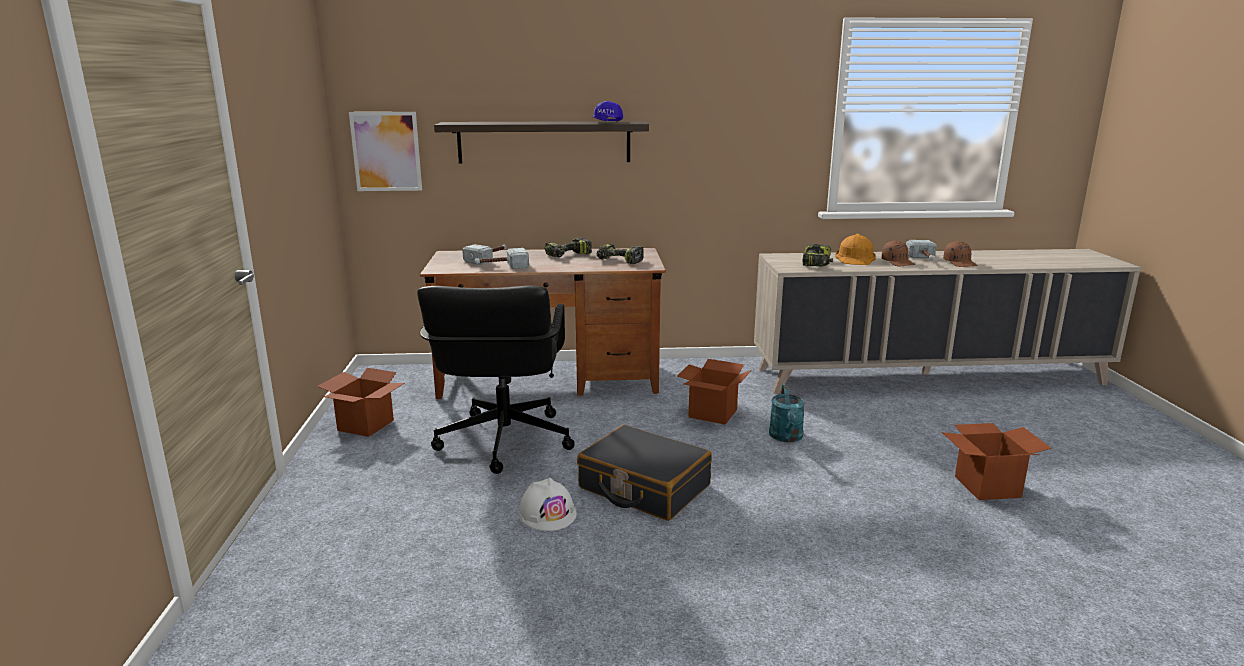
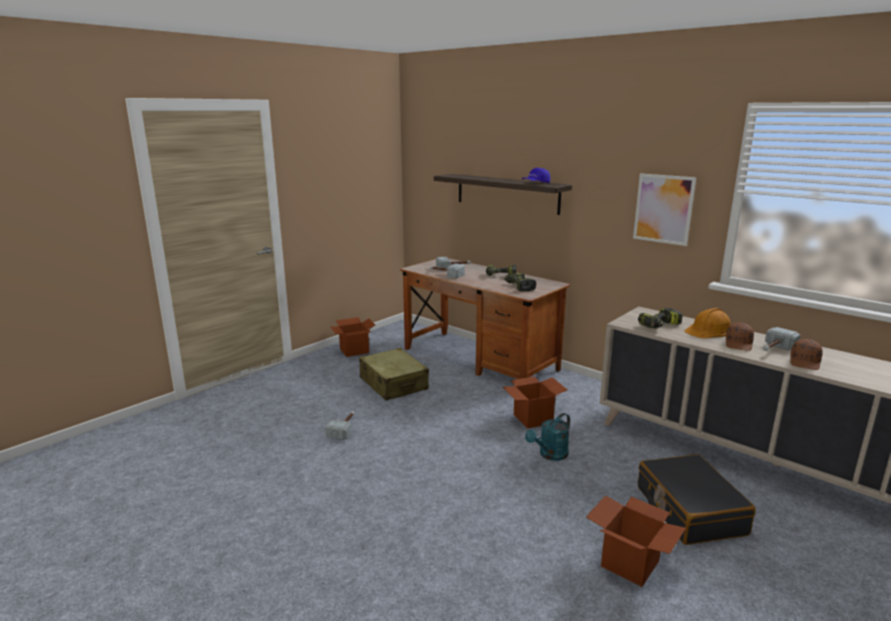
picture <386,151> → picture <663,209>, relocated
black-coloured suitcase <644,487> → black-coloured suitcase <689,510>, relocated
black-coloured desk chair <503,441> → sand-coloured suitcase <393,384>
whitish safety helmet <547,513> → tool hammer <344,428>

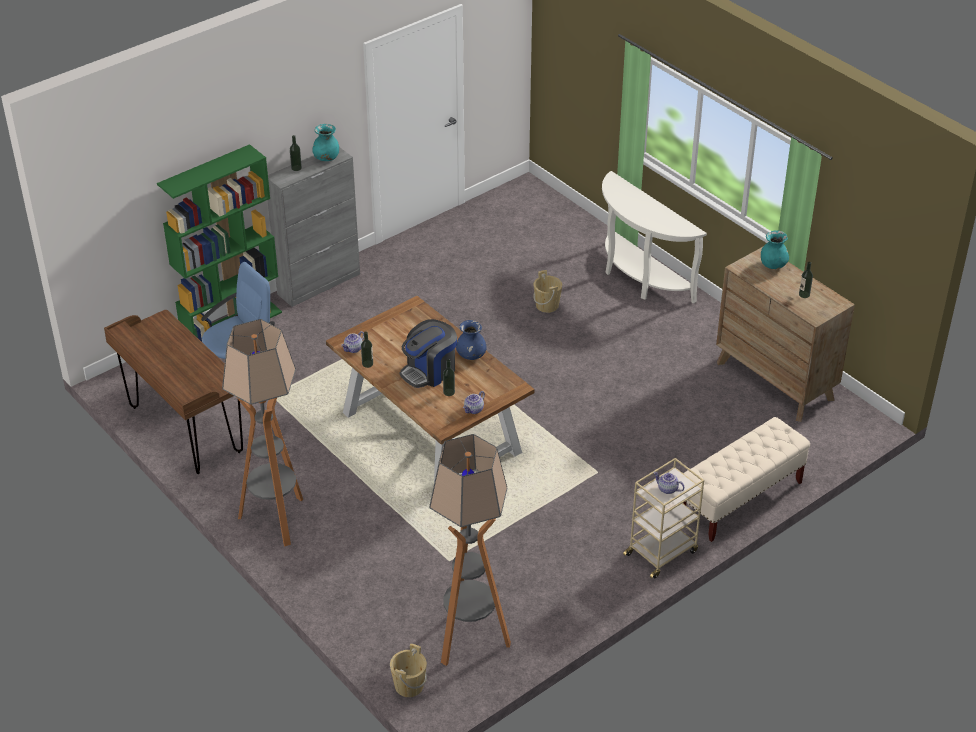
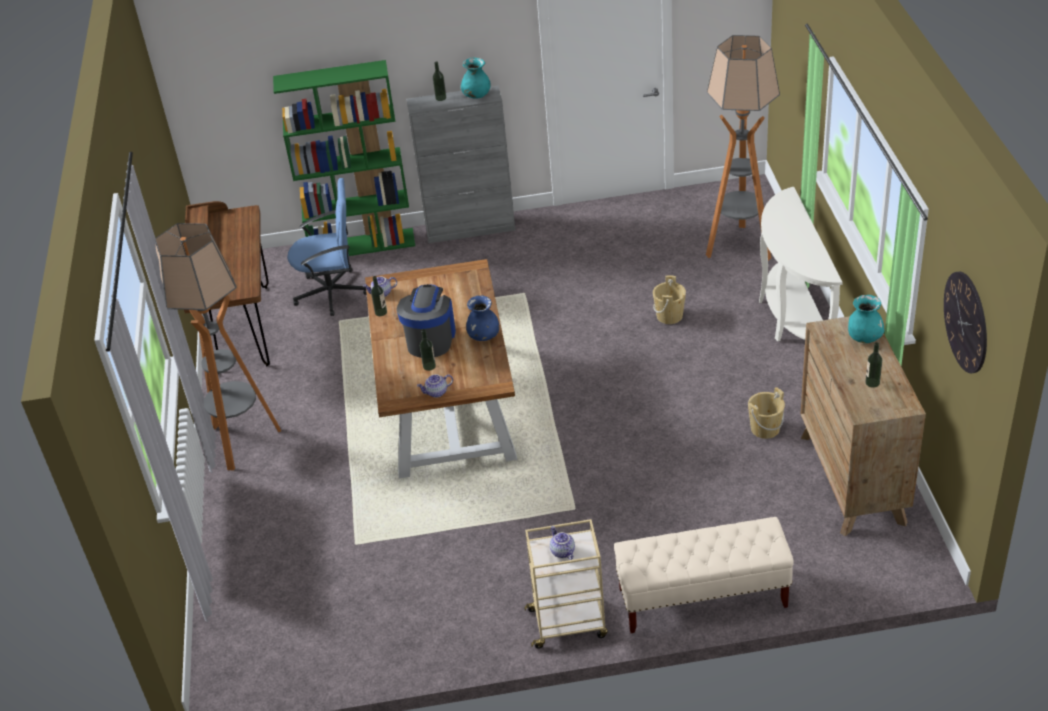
- → hanging clock <966,322>
sand-coloured bucket <409,685> → sand-coloured bucket <765,428>, relocated
floor lamp <470,639> → floor lamp <739,247>, relocated
coffee maker <429,371> → coffee maker <430,339>, 105 degrees clockwise

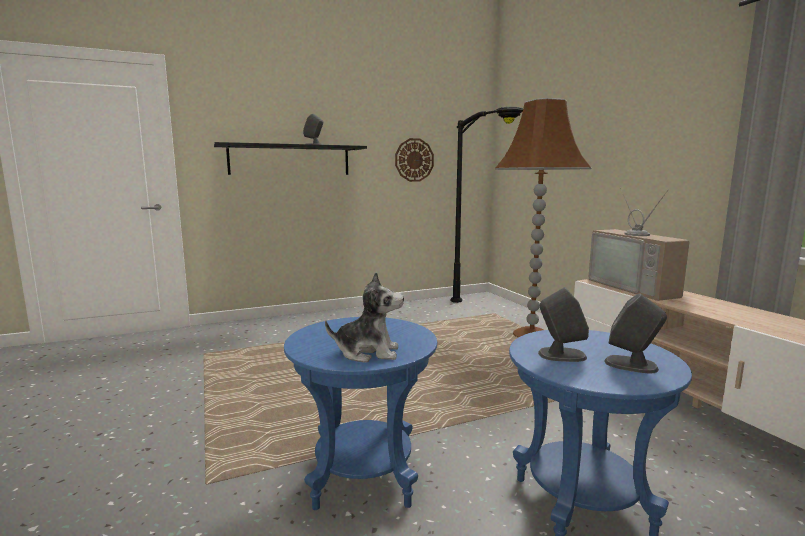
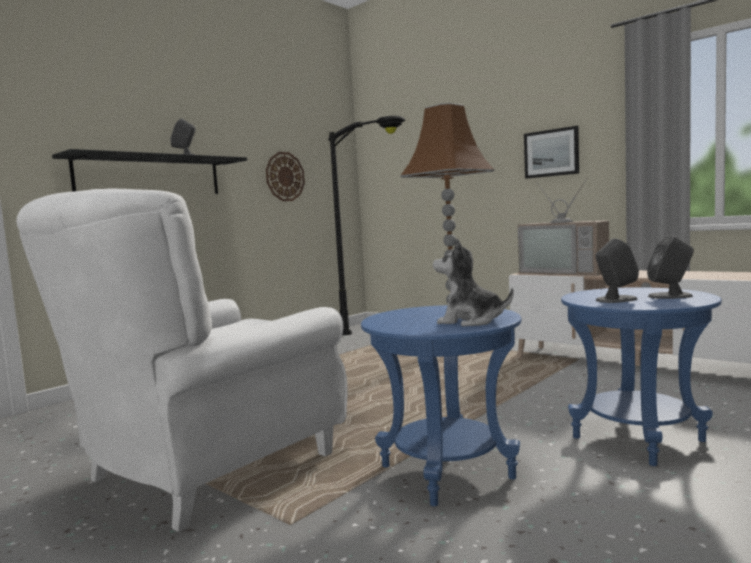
- → whitish easy chair <203,471>
- → picture <551,153>
plush toy <368,352> → plush toy <470,321>, 135 degrees counterclockwise

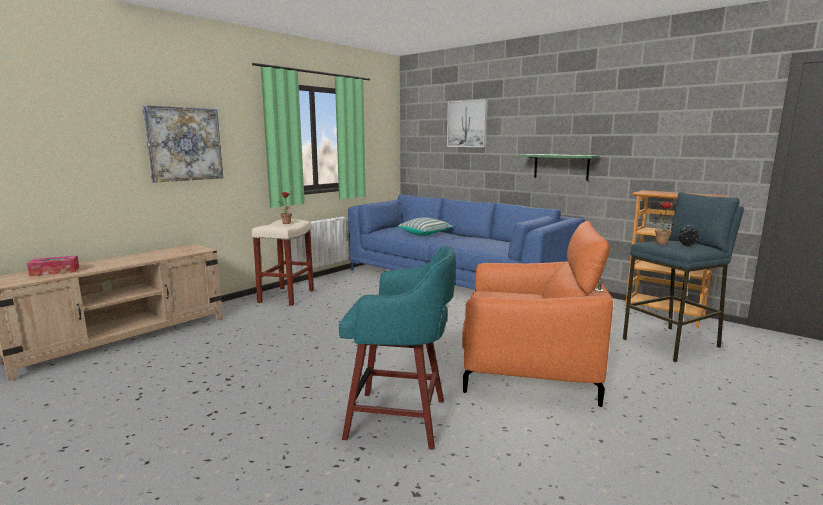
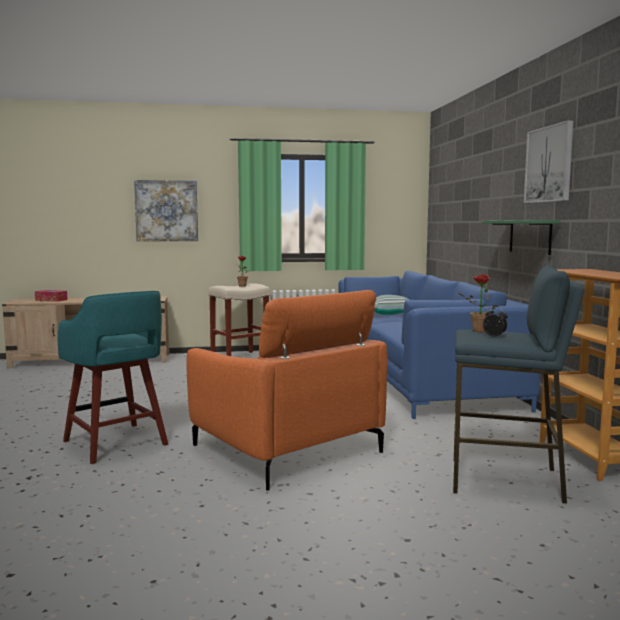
picture <467,124> → picture <549,164>, relocated

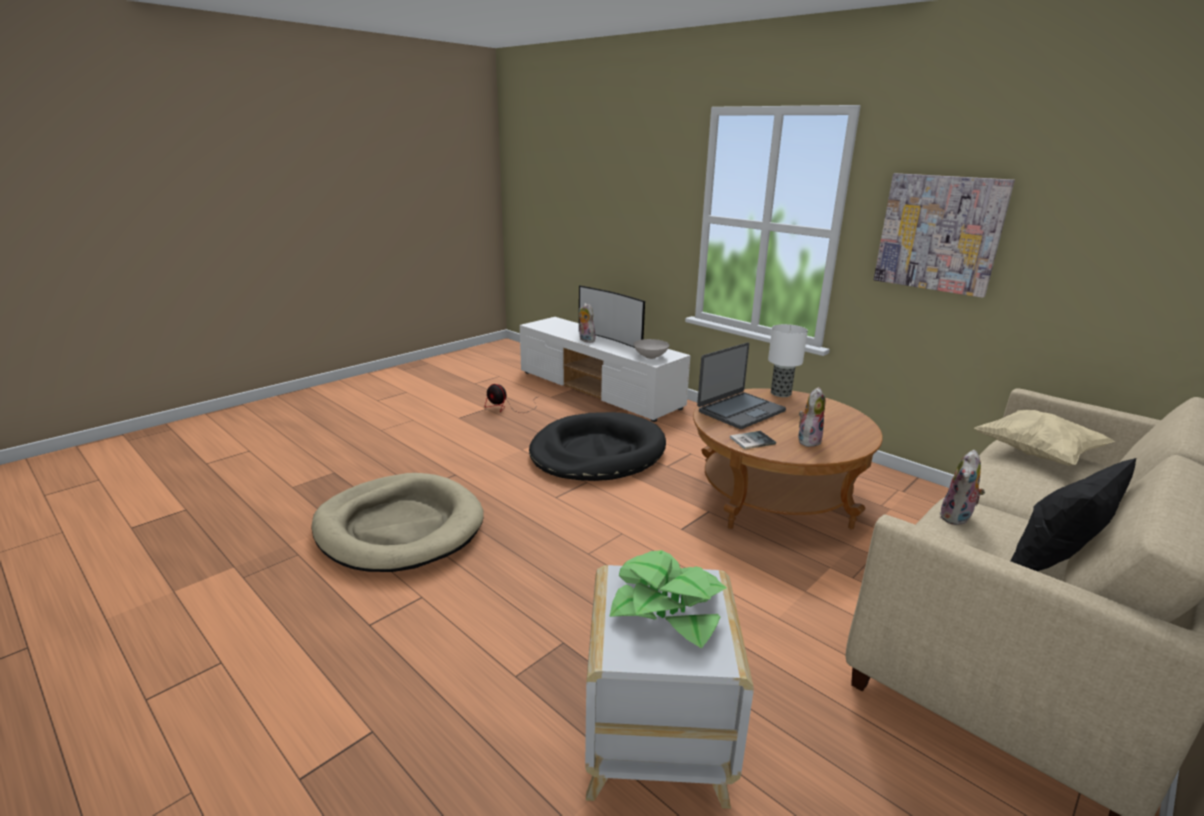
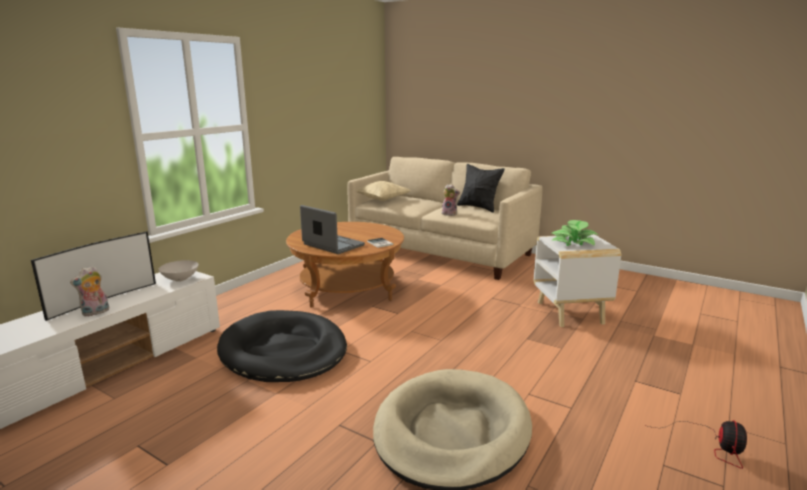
lamp for a table <781,393> → -
plush toy <808,440> → -
picture <939,233> → -
cooling fan <508,407> → cooling fan <712,446>, relocated

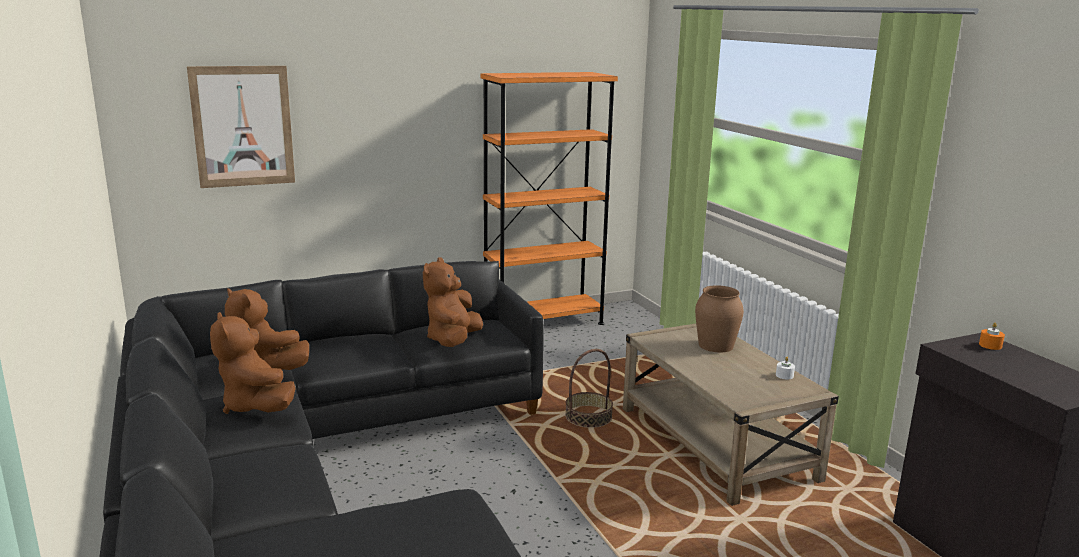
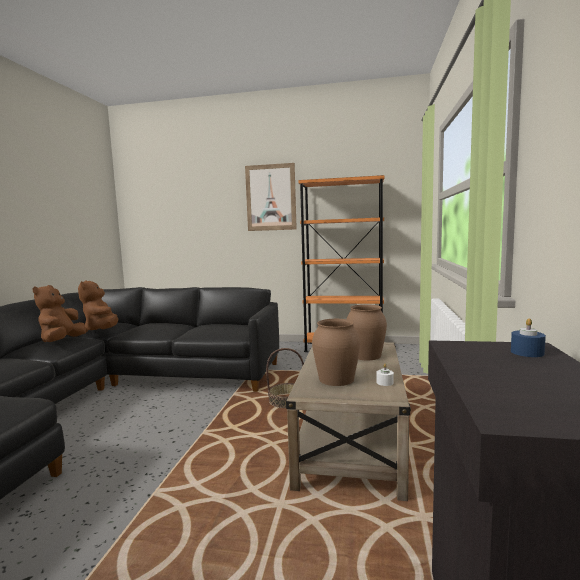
brownish plush toy <453,340> → -
- → brownish decorative vase <336,379>
picture <243,126> → picture <271,197>, relocated
orange-coloured candle <990,345> → blue-coloured candle <527,352>

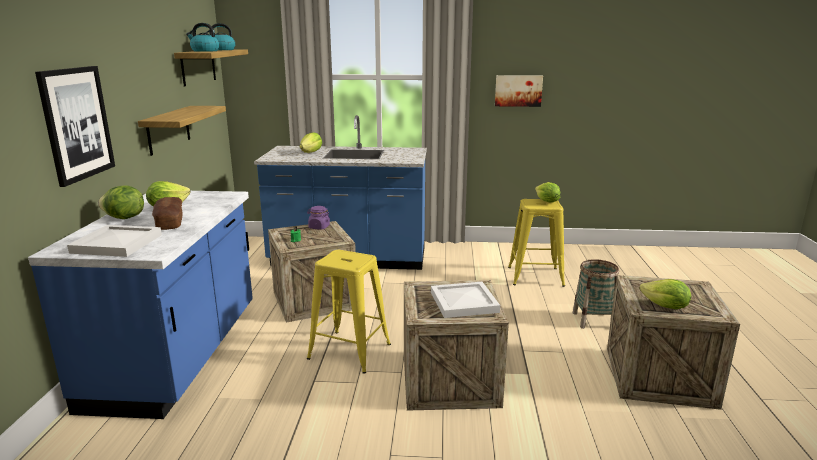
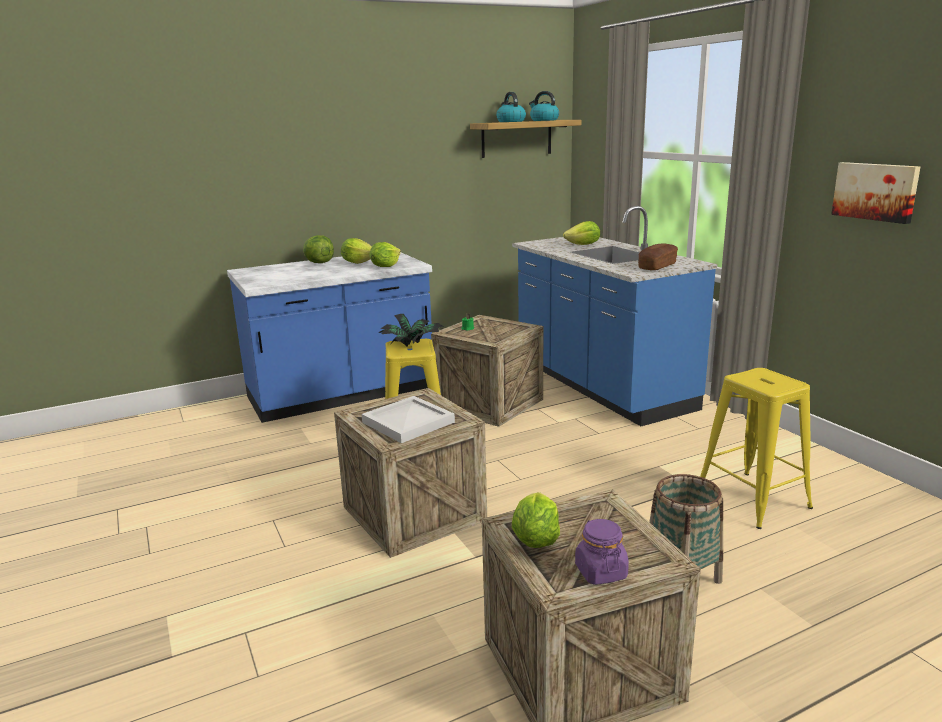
picture <76,123> → -
whitish serving tray <118,243> → -
shelf <168,129> → -
- → potted plant <412,345>
bread <170,222> → bread <657,266>, relocated
purplish storage jar <319,227> → purplish storage jar <600,572>, relocated
lettuce head <546,202> → lettuce head <385,266>, relocated

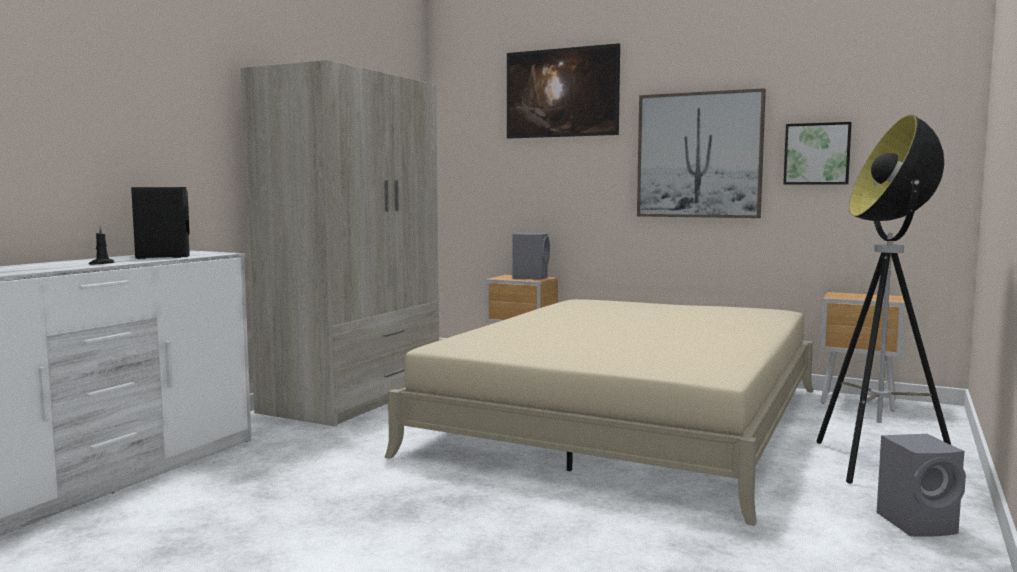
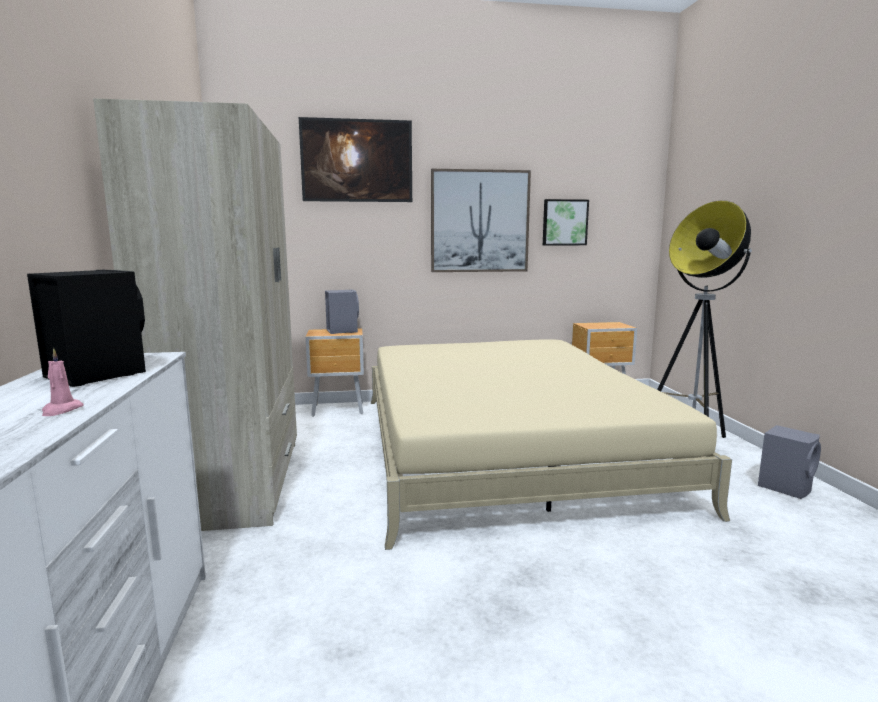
black-coloured candle <101,263> → pinkish candle <61,410>

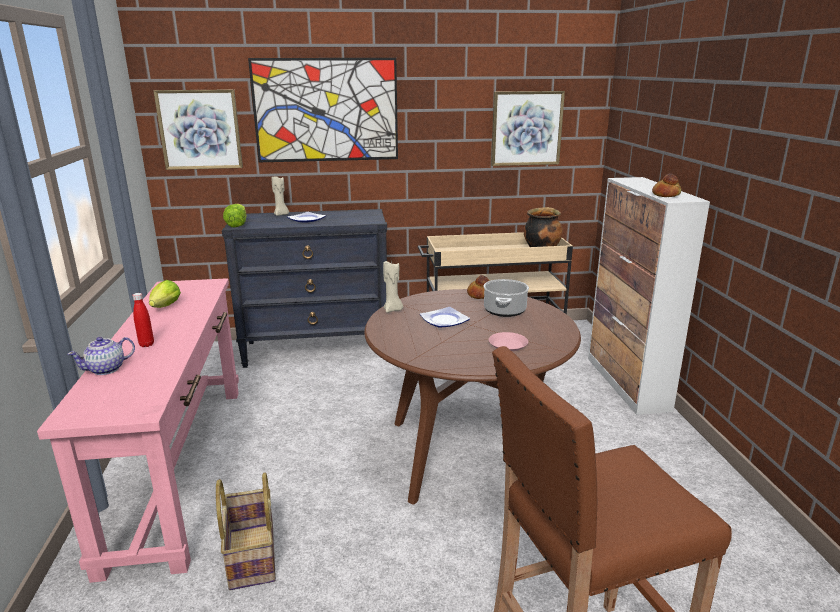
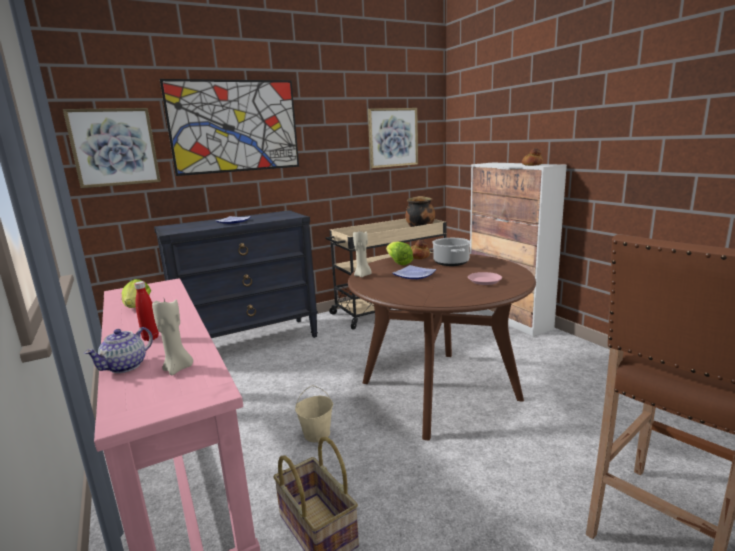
- → sand-coloured bucket <317,434>
lettuce head <237,224> → lettuce head <398,262>, relocated
sand-coloured candle <281,215> → sand-coloured candle <178,369>, relocated

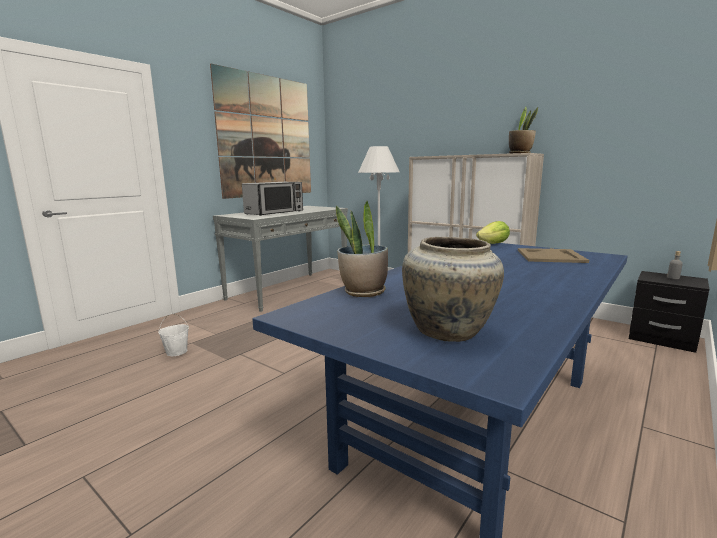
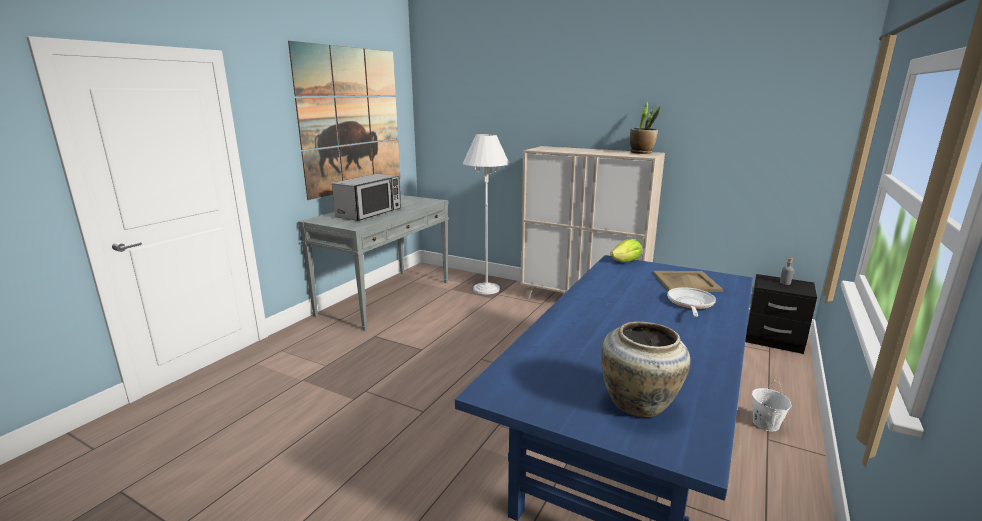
potted plant <363,292> → -
- → pan <690,304>
whitish bucket <177,352> → whitish bucket <765,423>, relocated

